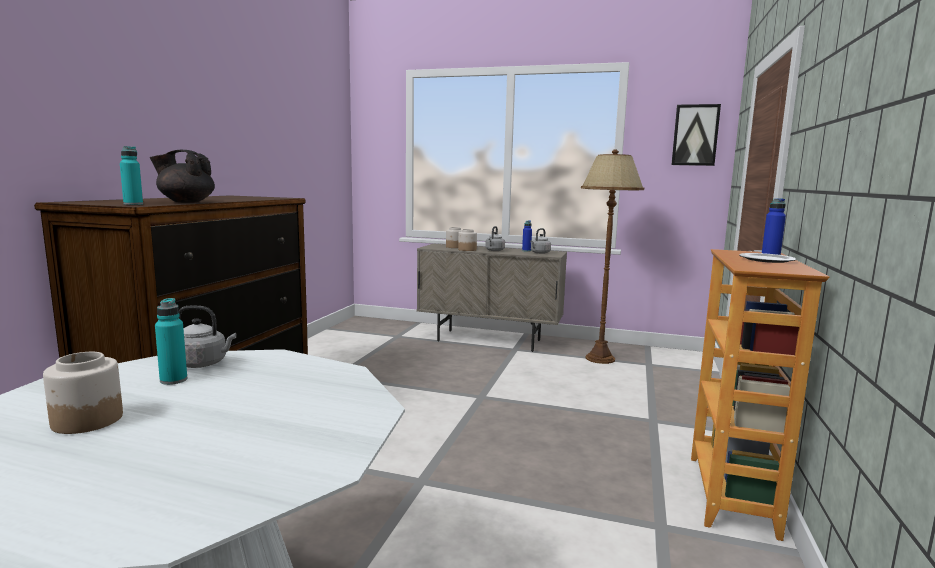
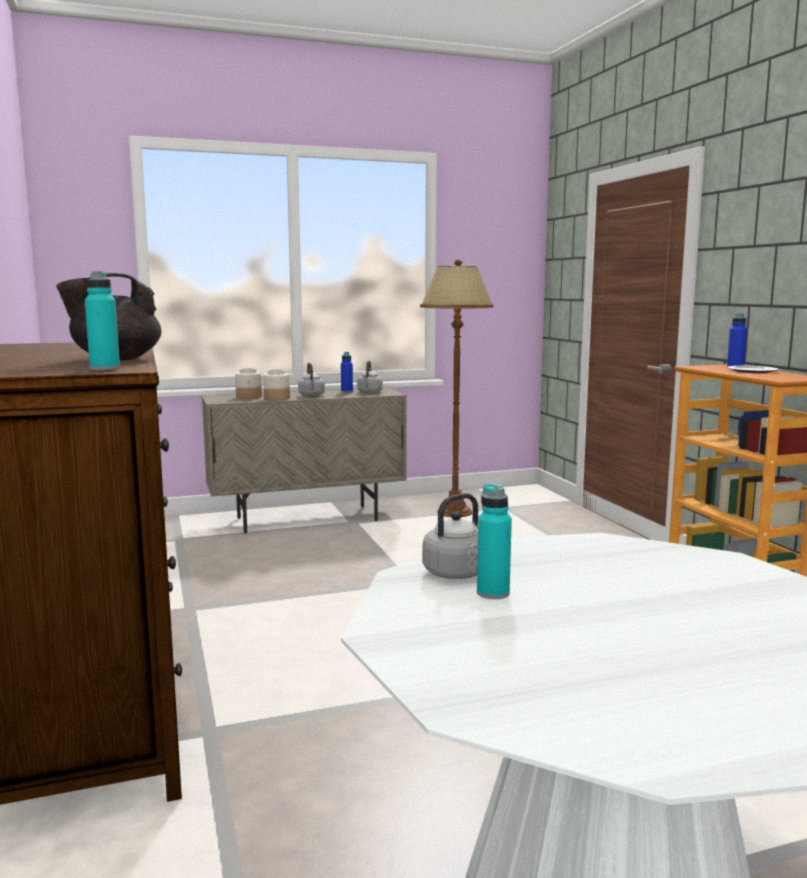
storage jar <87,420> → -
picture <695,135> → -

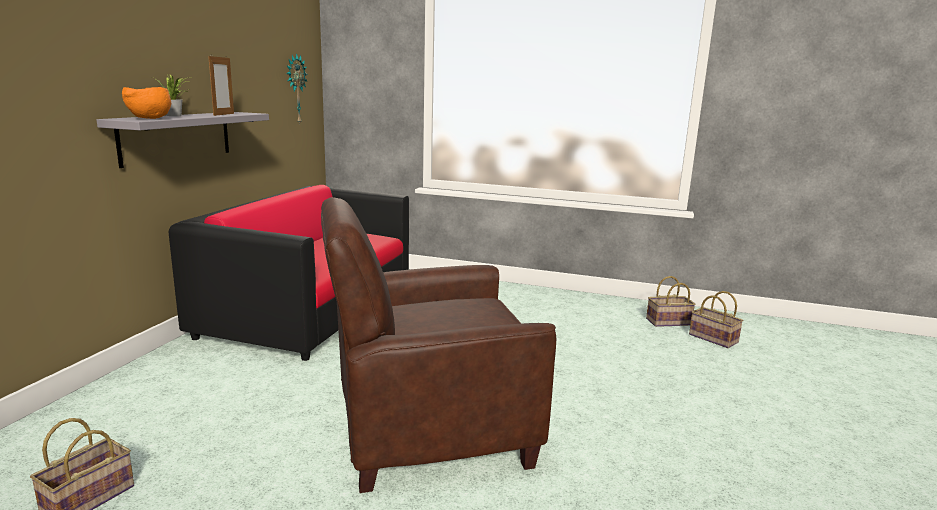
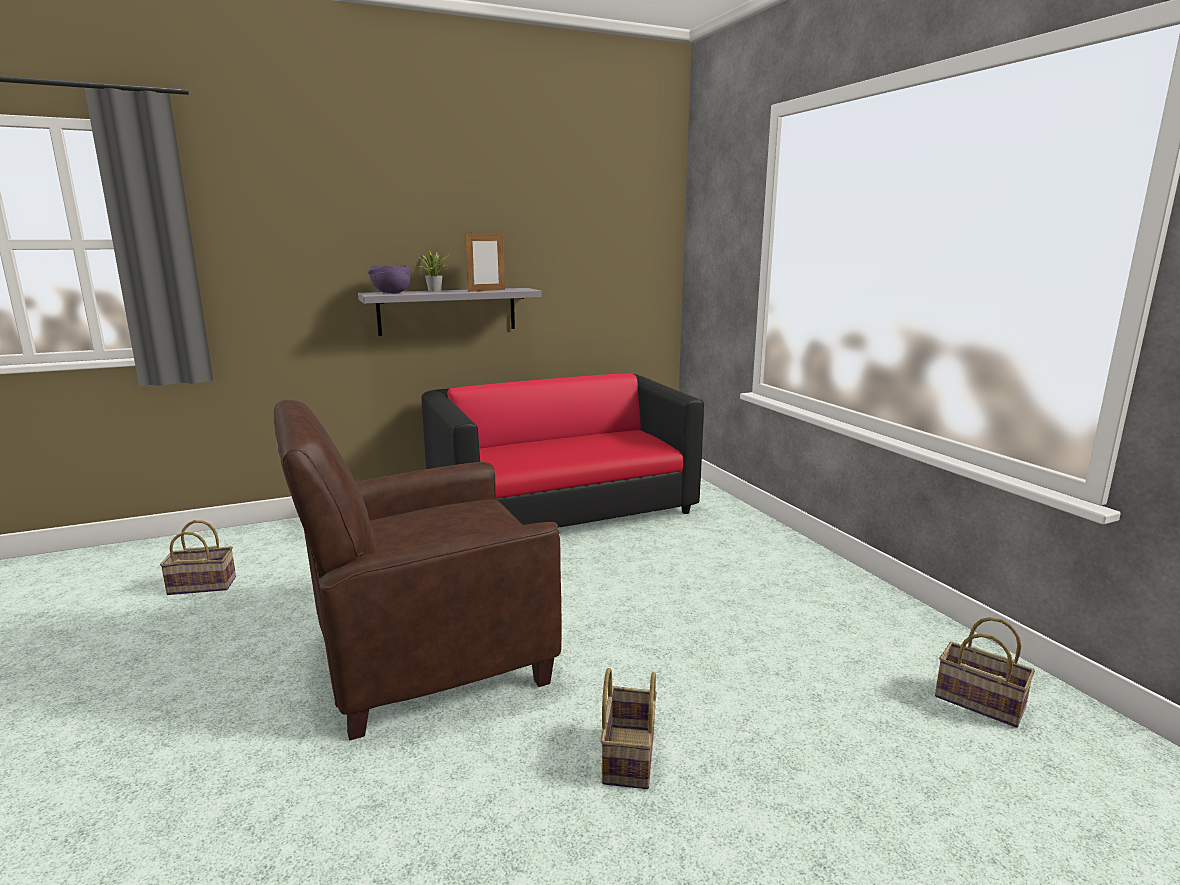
hanging clock <295,89> → -
storage basket <711,338> → storage basket <627,755>, relocated
orange-coloured serving bowl <149,118> → purplish serving bowl <391,293>
brownish easy chair <428,427> → brownish easy chair <426,655>, 60 degrees counterclockwise

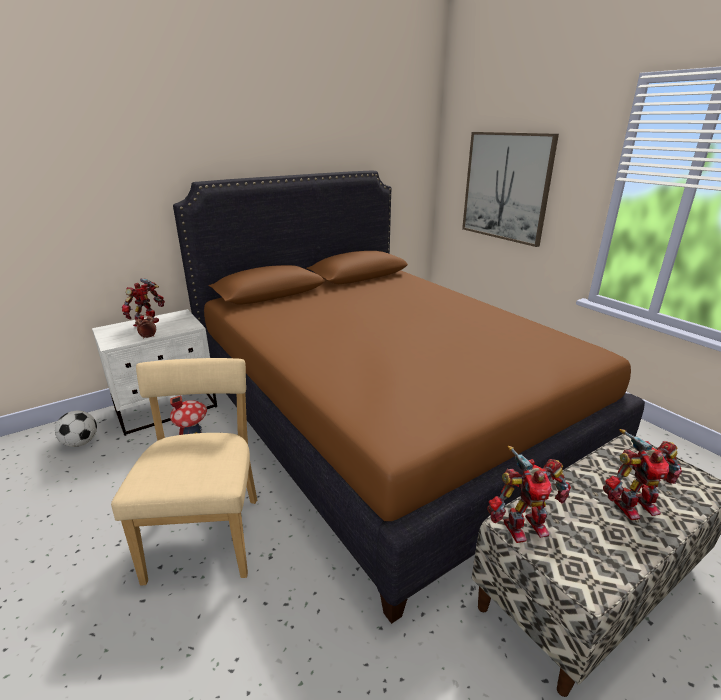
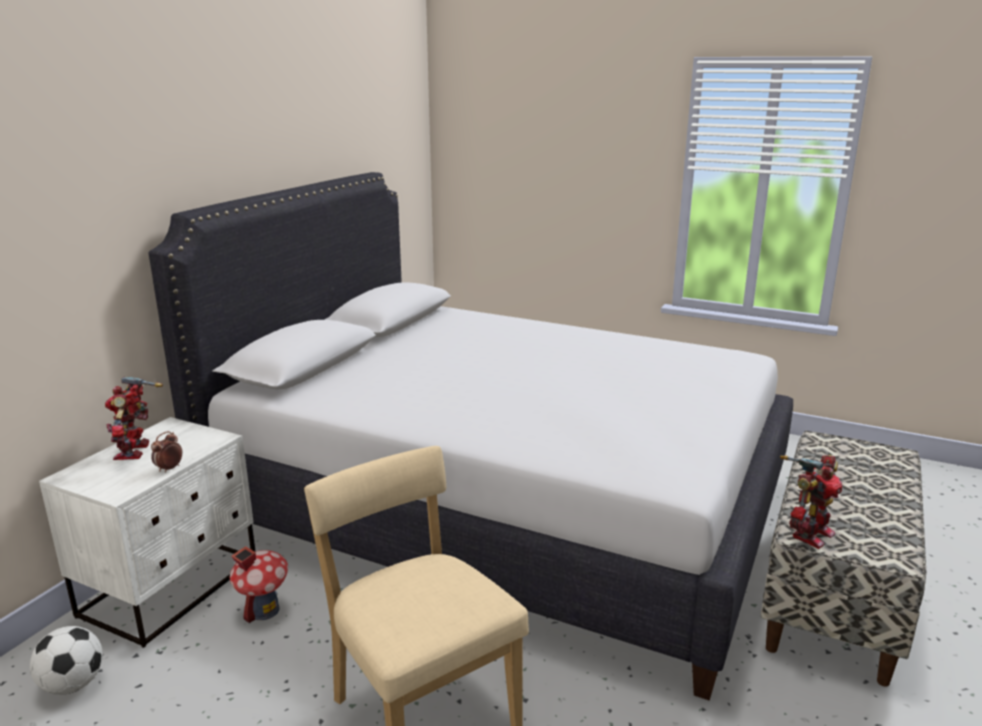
picture <506,187> → -
model robot <633,505> → -
brownish sleeping bed <382,420> → whitish sleeping bed <503,507>

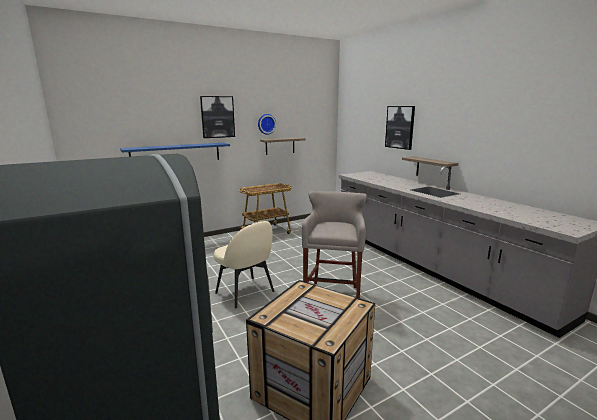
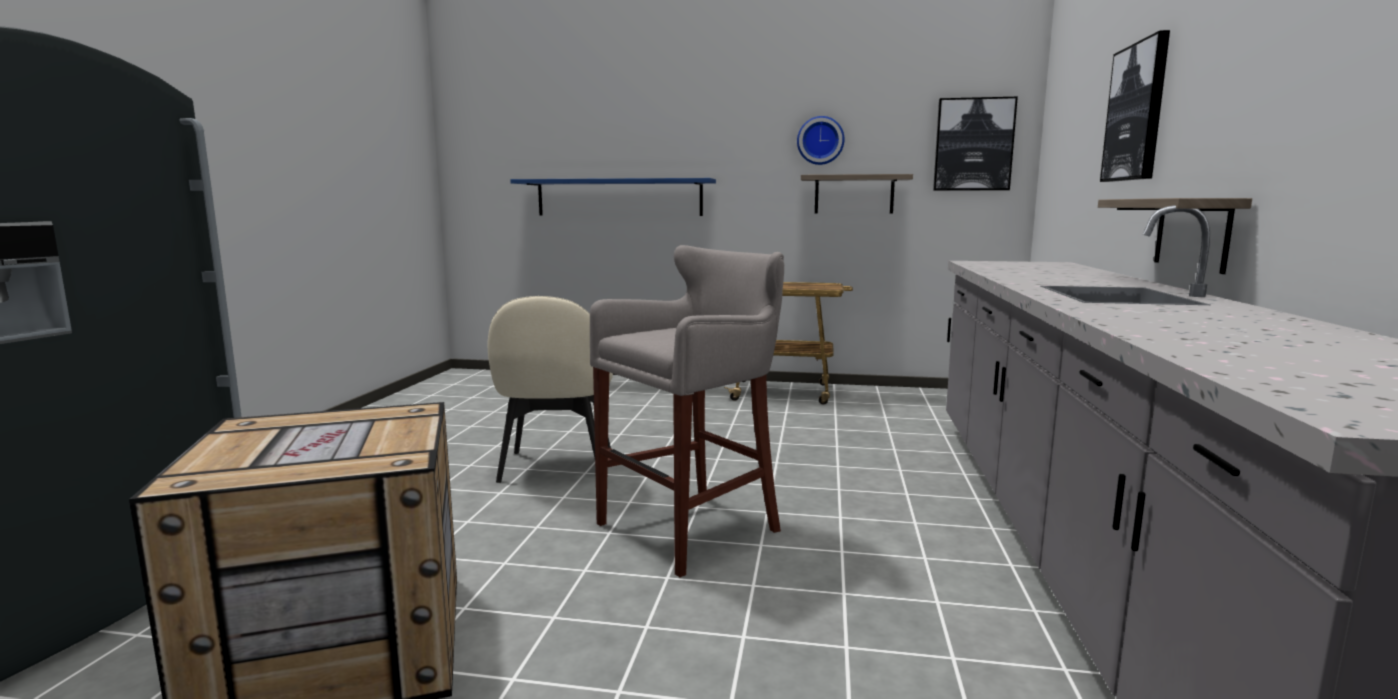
picture <217,117> → picture <973,144>, relocated

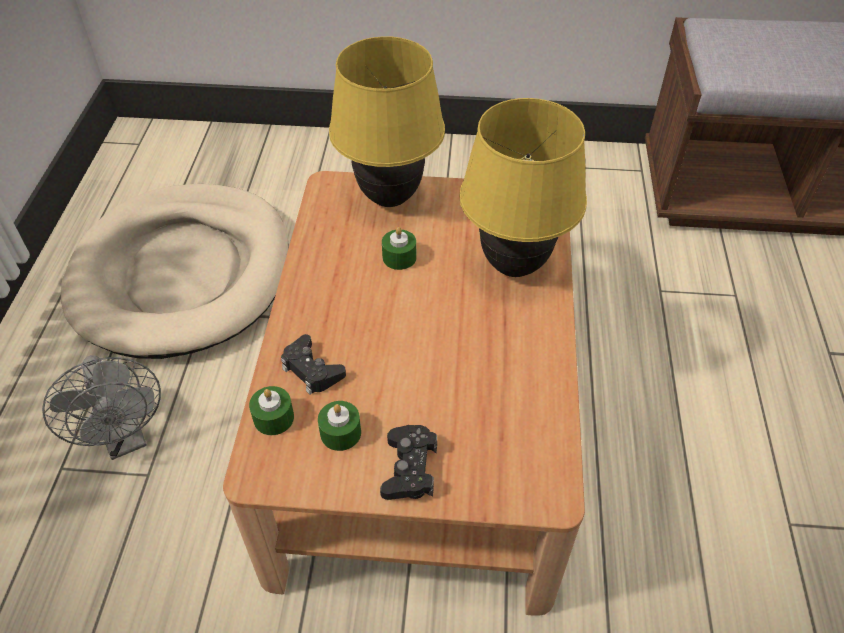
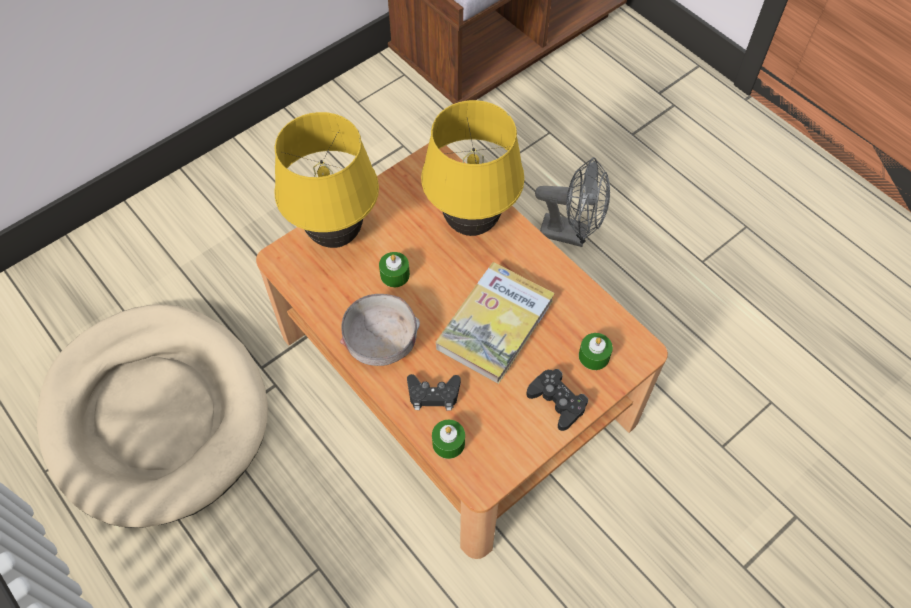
- → grey serving bowl <380,341>
- → book <495,324>
grey cooling fan <126,439> → grey cooling fan <571,233>, relocated
greenish candle <340,433> → greenish candle <594,356>, relocated

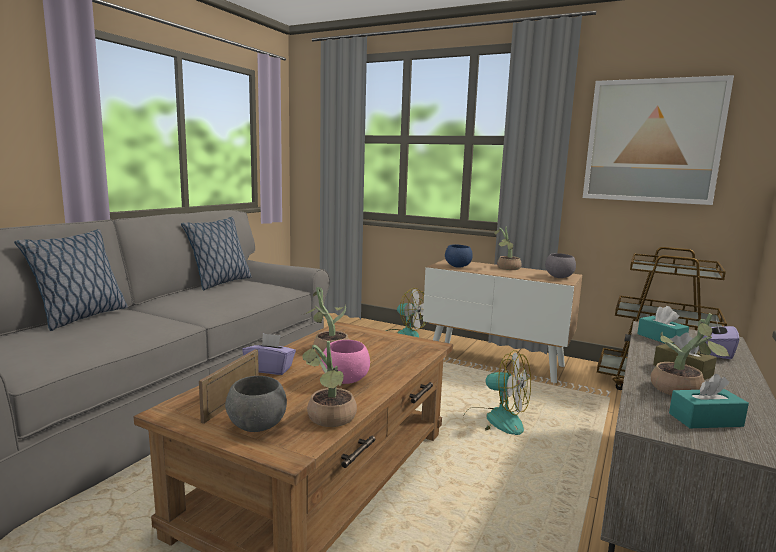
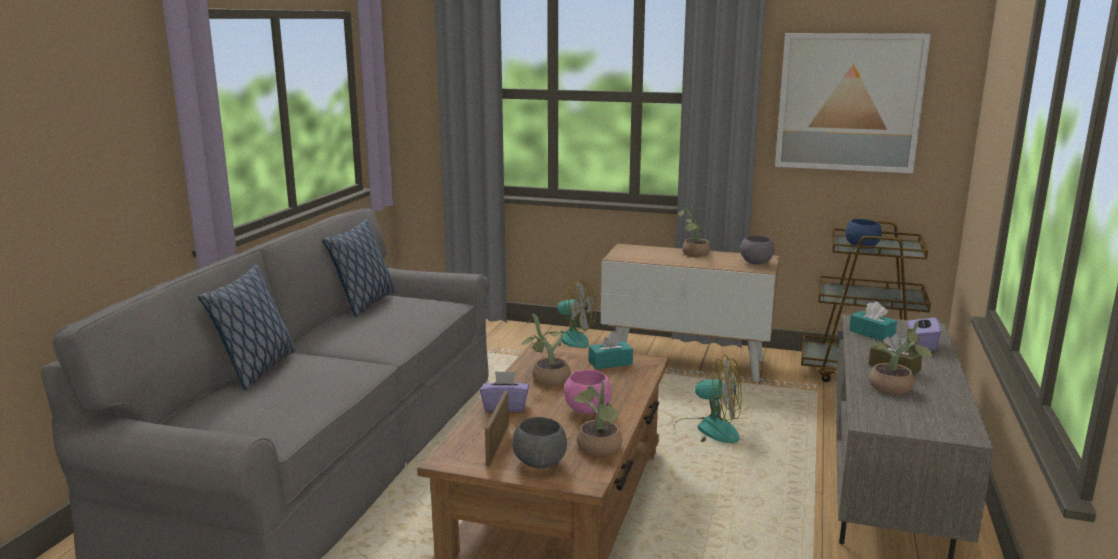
blue-coloured serving bowl <457,267> → blue-coloured serving bowl <861,247>, relocated
turquoise-coloured box of tissues <705,420> → turquoise-coloured box of tissues <610,363>, relocated

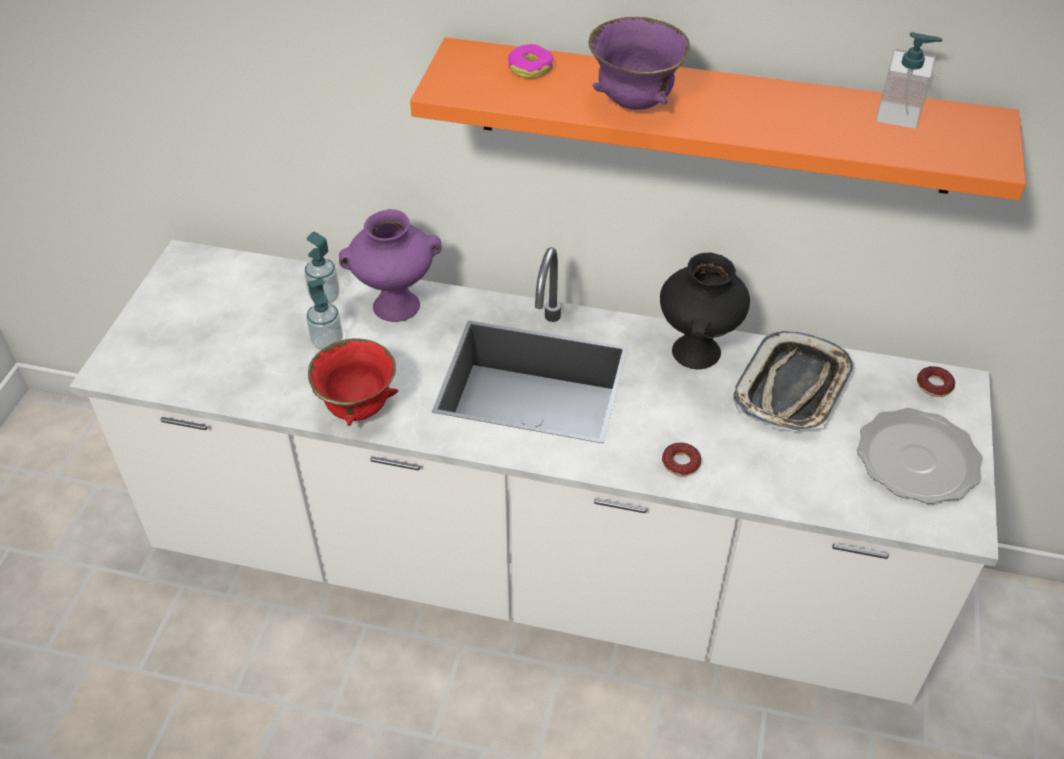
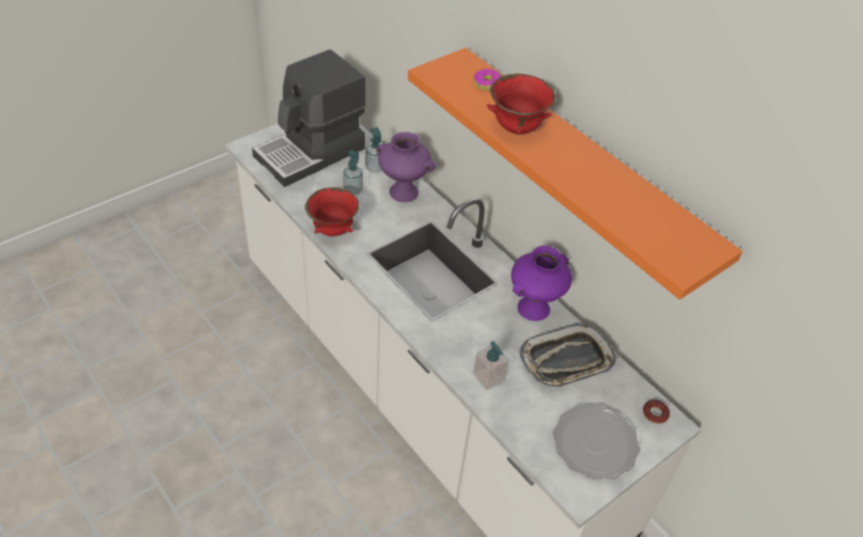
donut <680,463> → -
- → coffee maker <312,153>
soap bottle <898,114> → soap bottle <489,377>, relocated
purplish serving bowl <634,104> → reddish serving bowl <516,129>
black-coloured decorative vase <697,353> → purplish decorative vase <533,309>

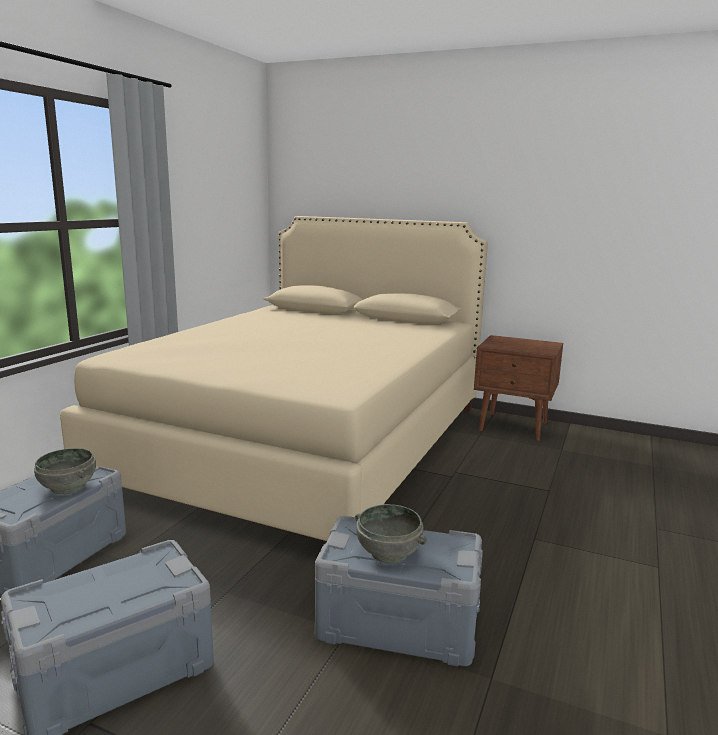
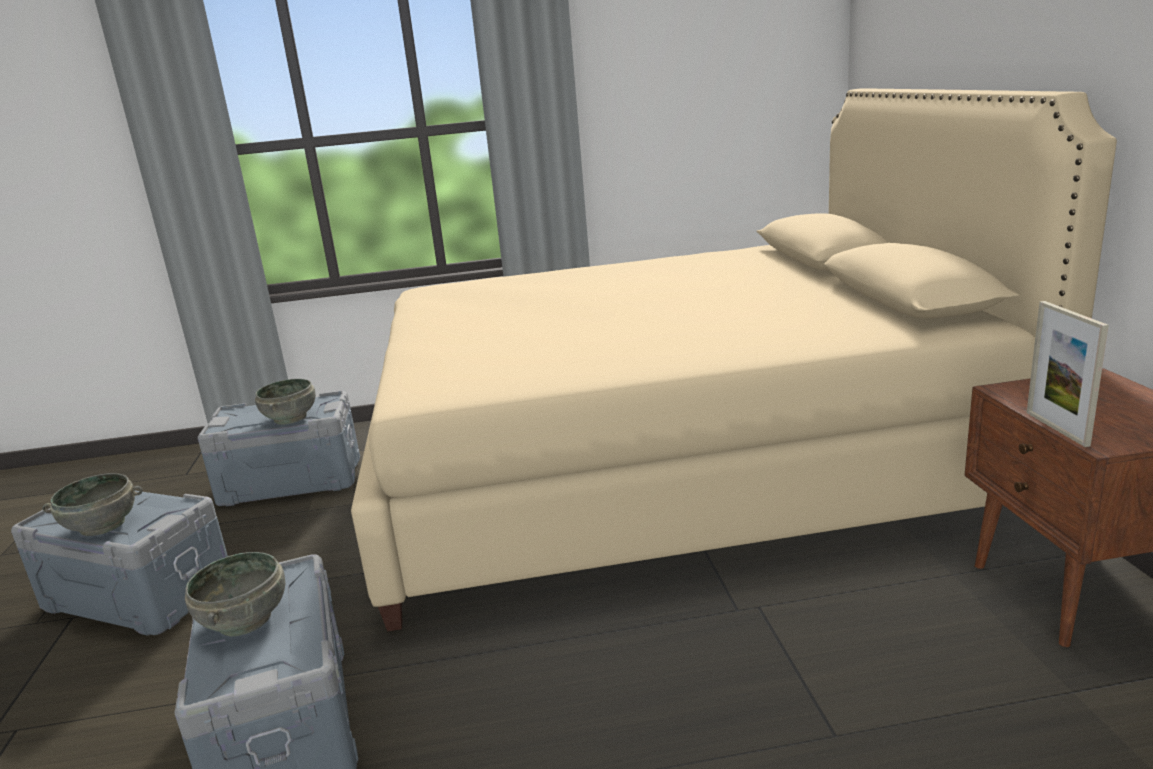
- → grey serving bowl <102,525>
- → picture frame <1056,428>

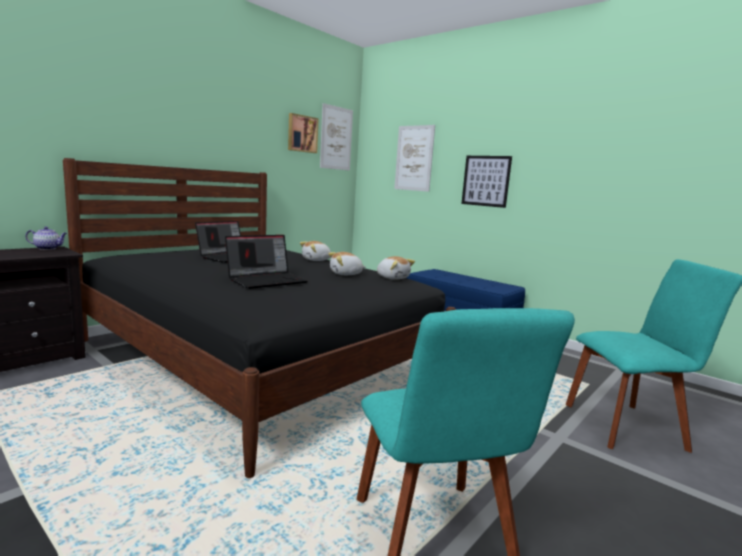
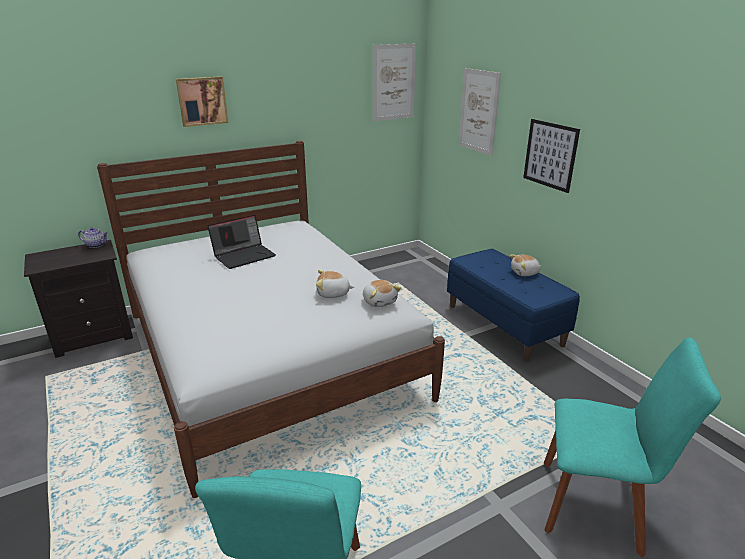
notebook computer <267,280> → -
picture <302,133> → picture <202,101>, relocated
plush toy <316,260> → plush toy <525,273>, relocated
black-coloured sleeping bed <258,358> → whitish sleeping bed <268,353>

